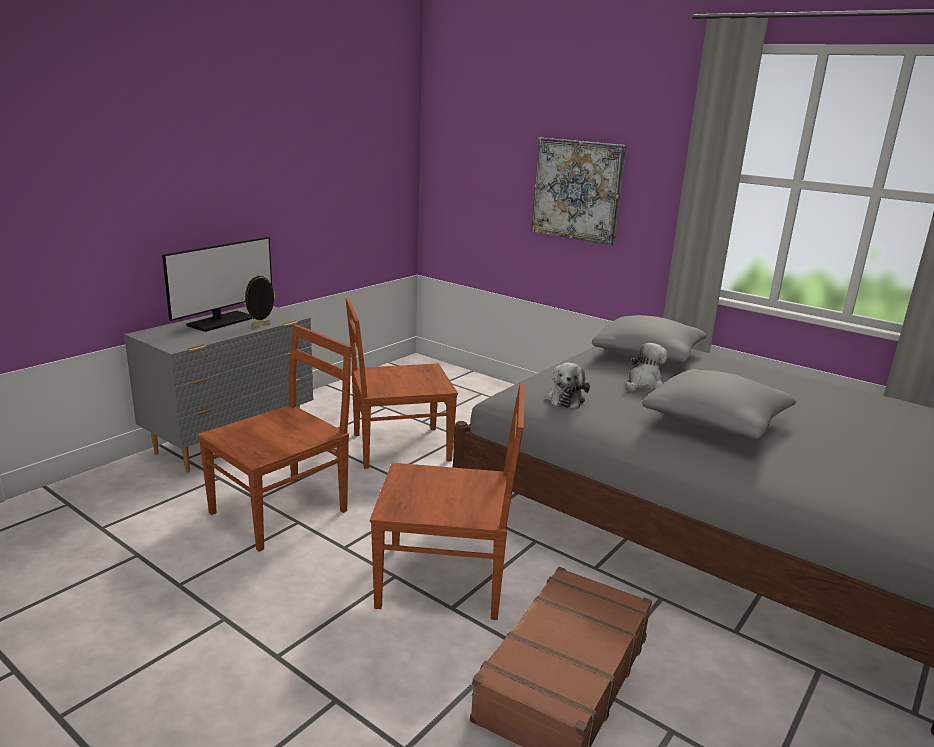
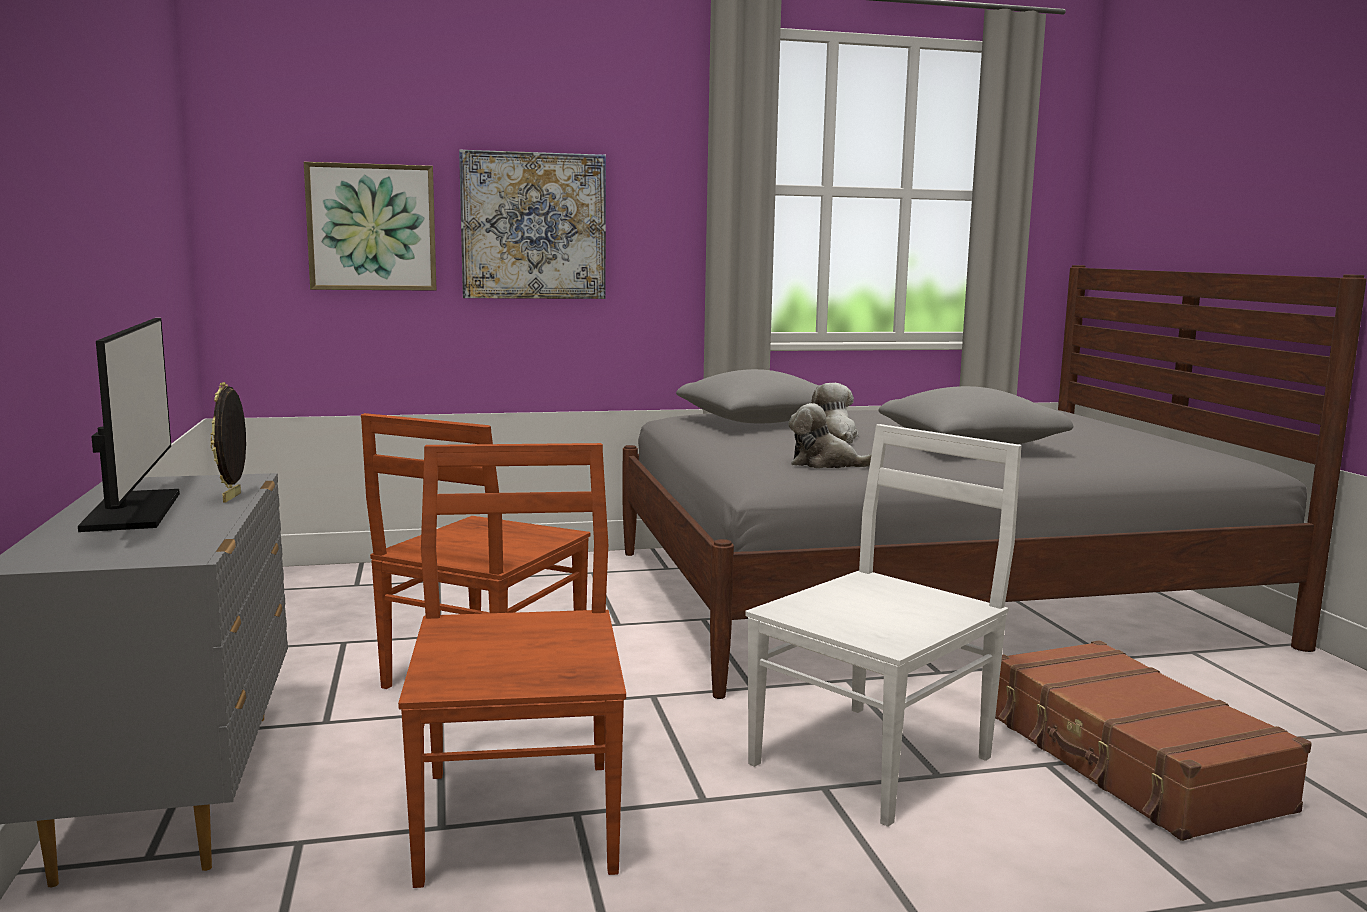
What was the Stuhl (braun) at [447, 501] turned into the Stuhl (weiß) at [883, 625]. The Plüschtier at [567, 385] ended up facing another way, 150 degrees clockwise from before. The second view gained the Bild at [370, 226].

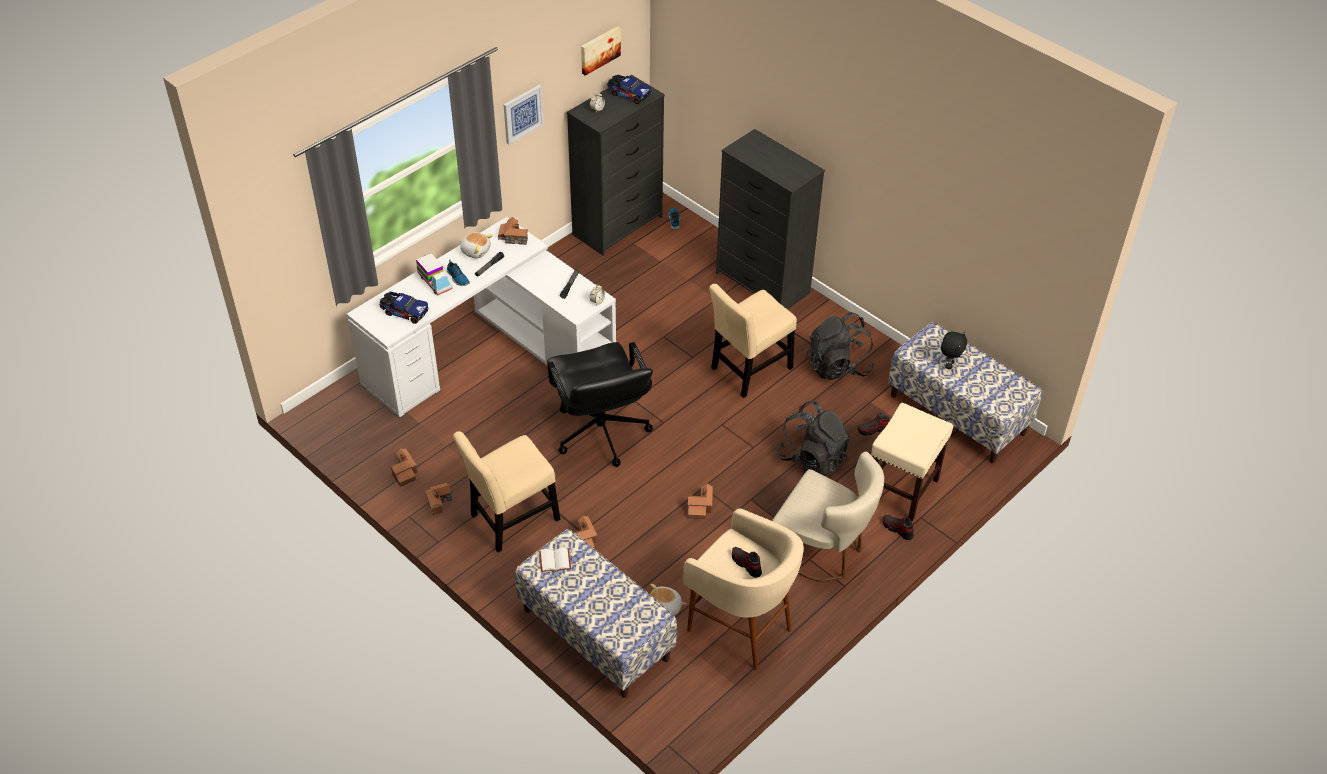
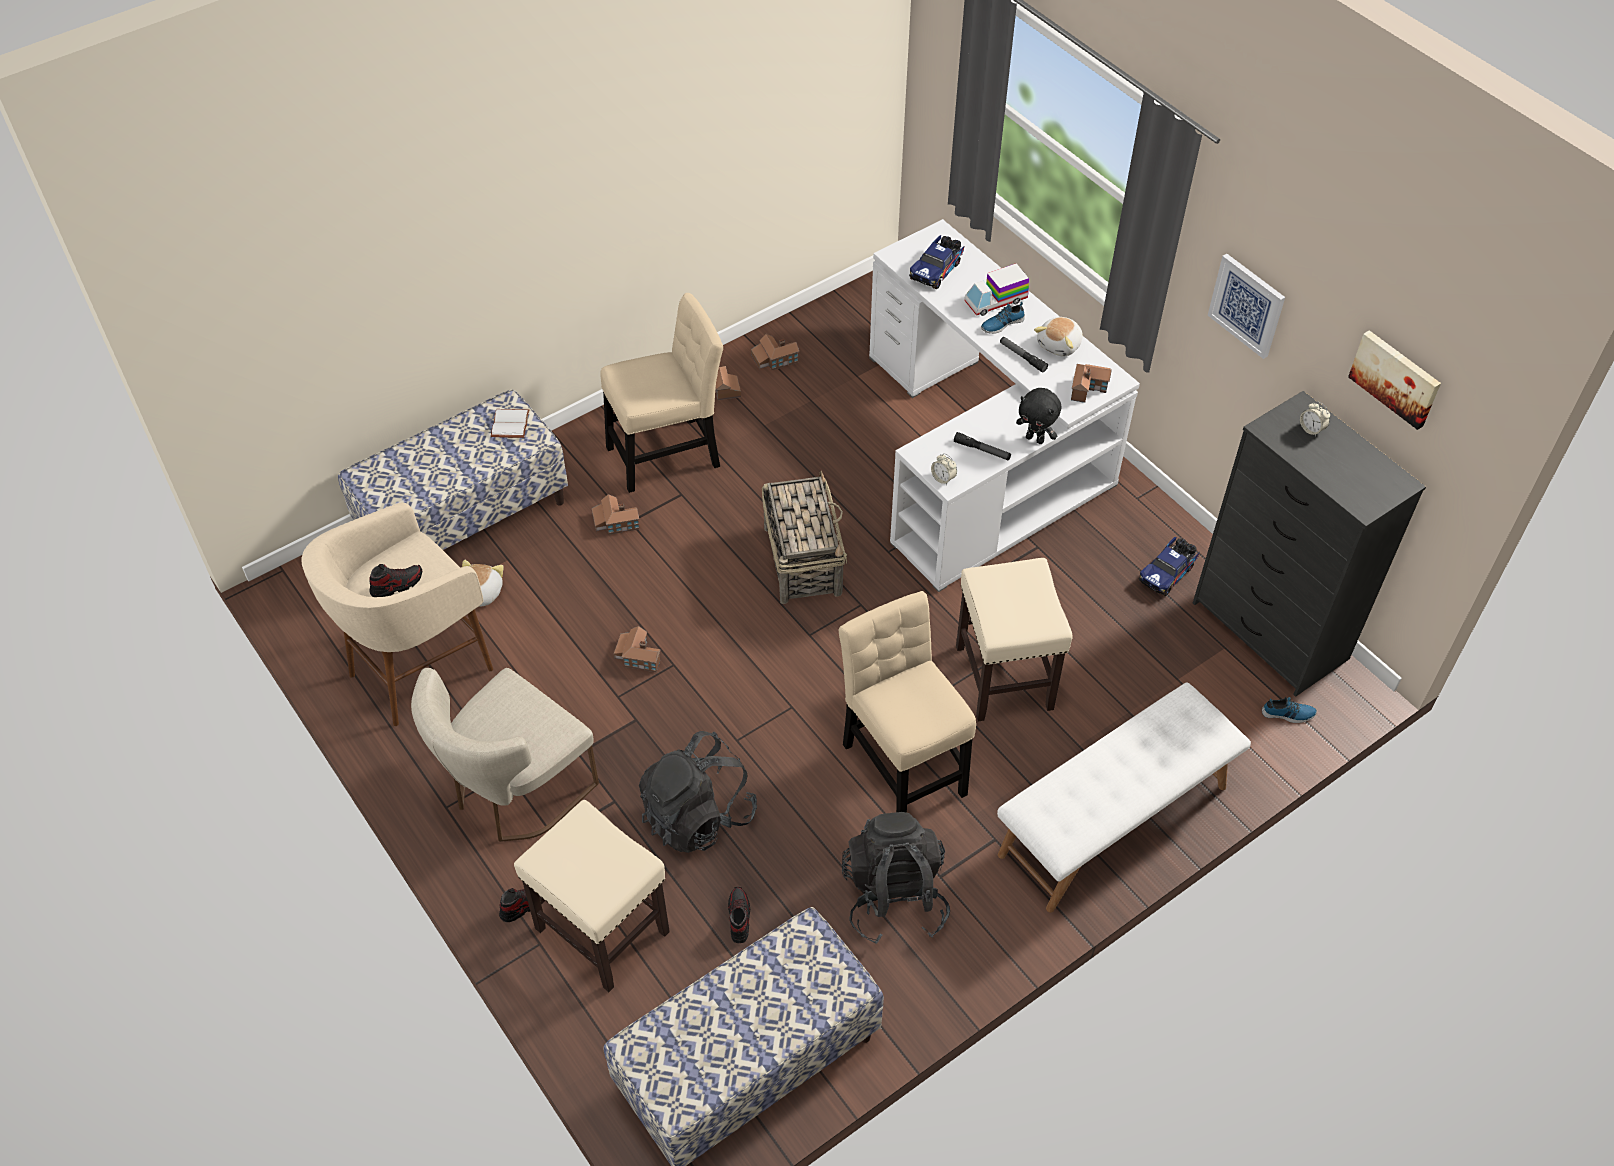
The Stuhl (beige) at [506, 491] ended up facing another way, 90 degrees clockwise from before. Where the Bürostuhl (schwarz) stood at [600, 404], the Korb came to stand at [804, 537]. The Spielzeuglaster ended up elsewhere, having gone from [629, 89] to [1169, 566]. Where the Kommode (schwarz) stood at [770, 219], the Bank (weiß) came to stand at [1124, 797]. The Plüschtier (schwarz) ended up elsewhere, having gone from [954, 350] to [1038, 416]. The second view gained the Hocker (beige) at [1014, 639].

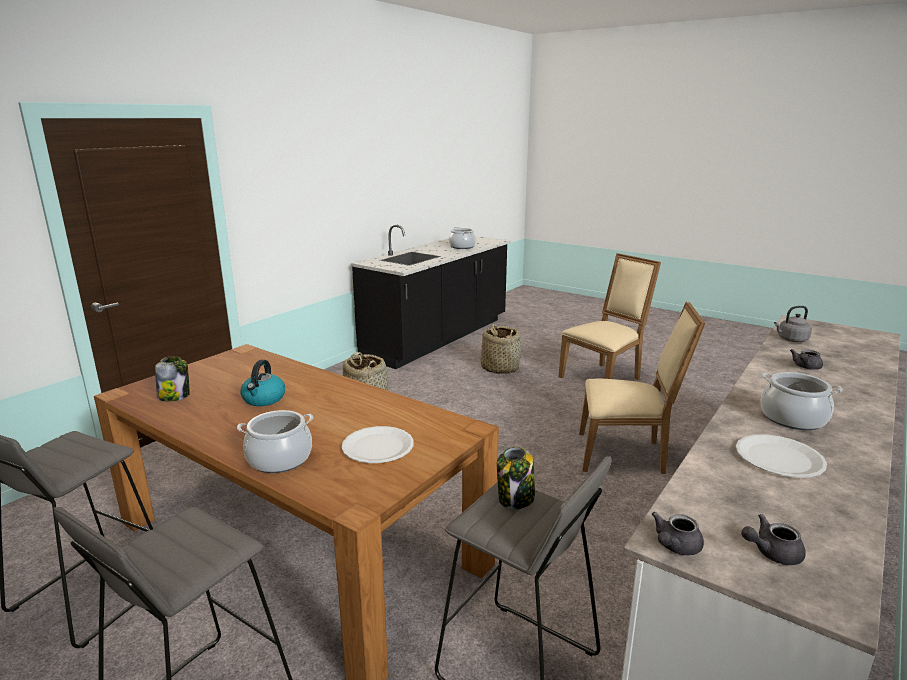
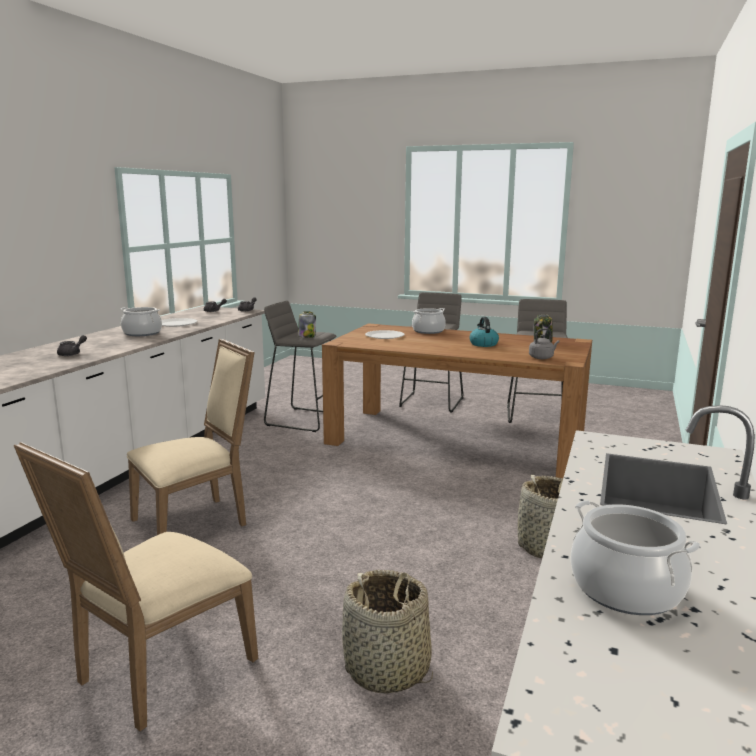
The Stuhl (beige) at [642, 387] ended up facing another way, 150 degrees clockwise from before. The Wasserkessel (grau) ended up elsewhere, having gone from [793, 324] to [544, 343].

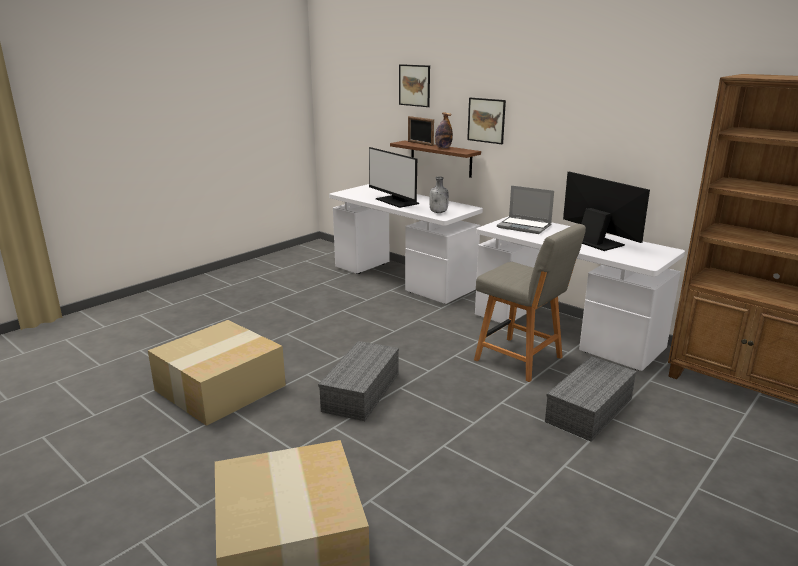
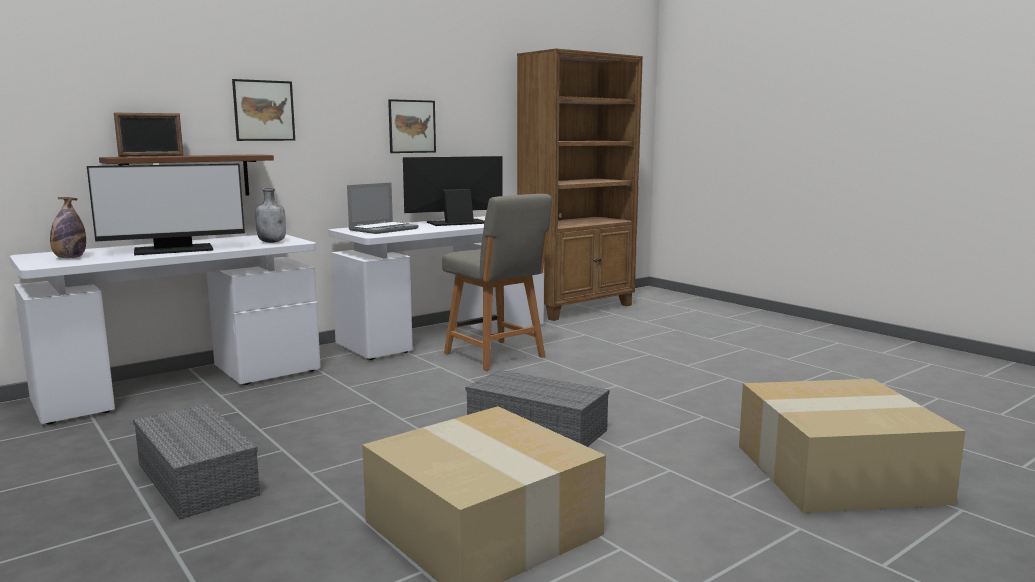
The Bild ended up elsewhere, having gone from [414, 85] to [412, 126]. The Flasche ended up elsewhere, having gone from [444, 131] to [68, 227]. The Stuhl (grau) at [530, 303] ended up facing another way, 90 degrees clockwise from before. The Aufbewahrungsbox (grau) ended up elsewhere, having gone from [591, 399] to [196, 461].

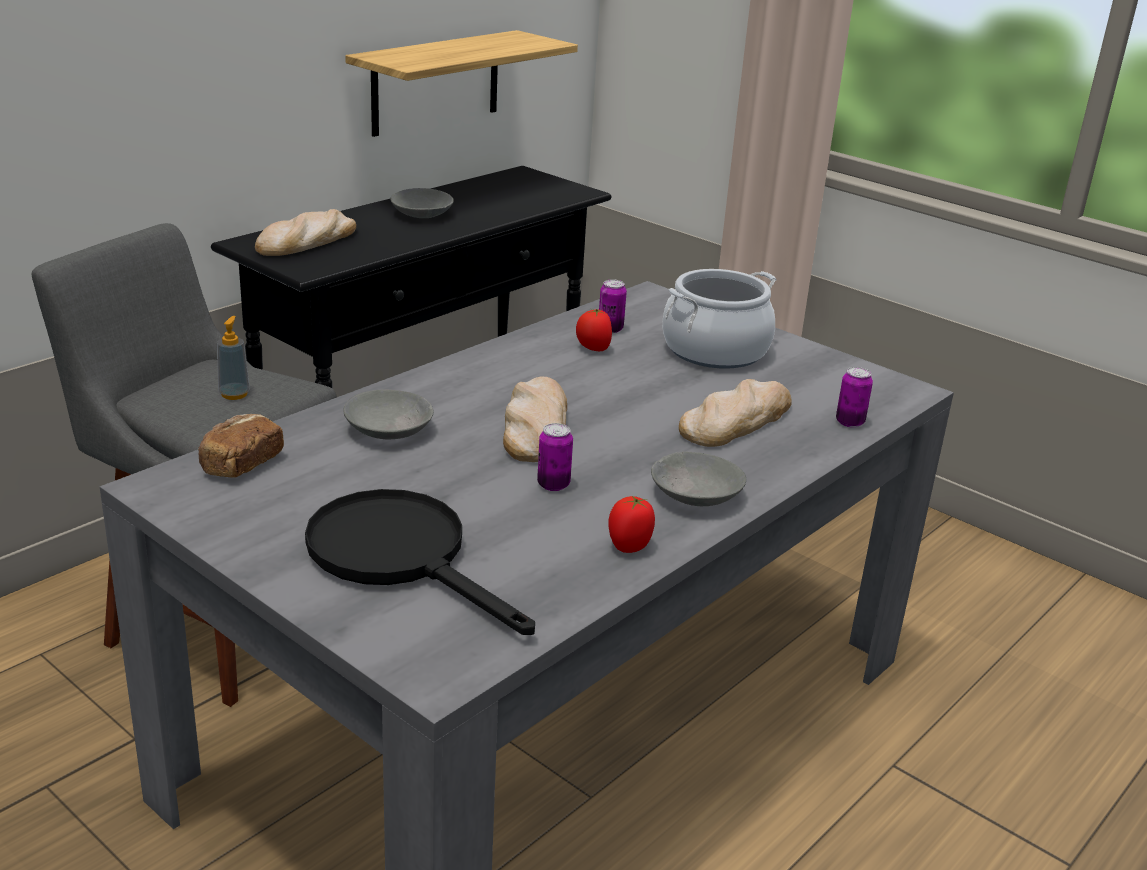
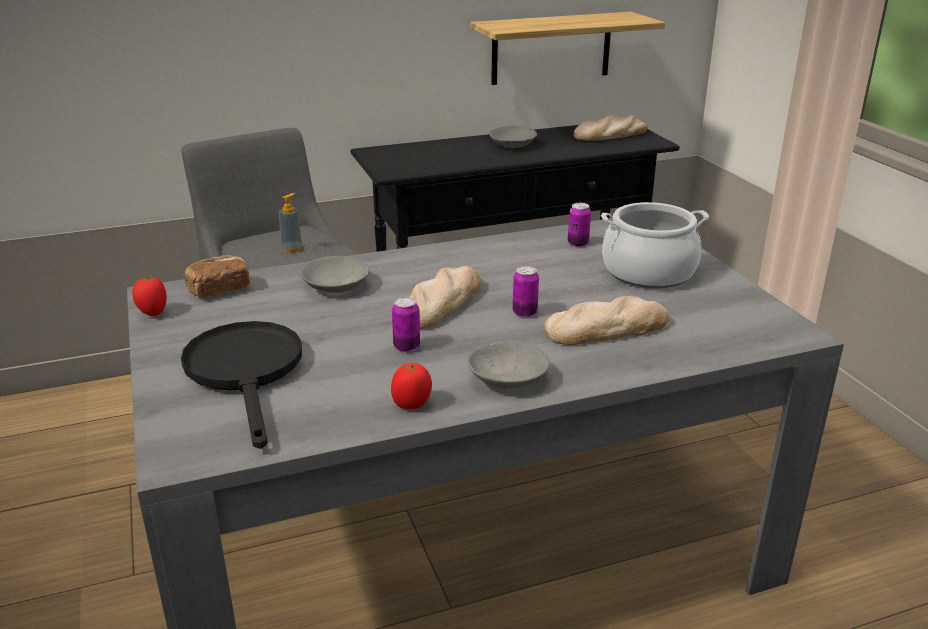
The Brot ended up elsewhere, having gone from [305, 232] to [610, 128]. The Tomate ended up elsewhere, having gone from [594, 330] to [149, 296]. The Dose ended up elsewhere, having gone from [854, 397] to [526, 291].

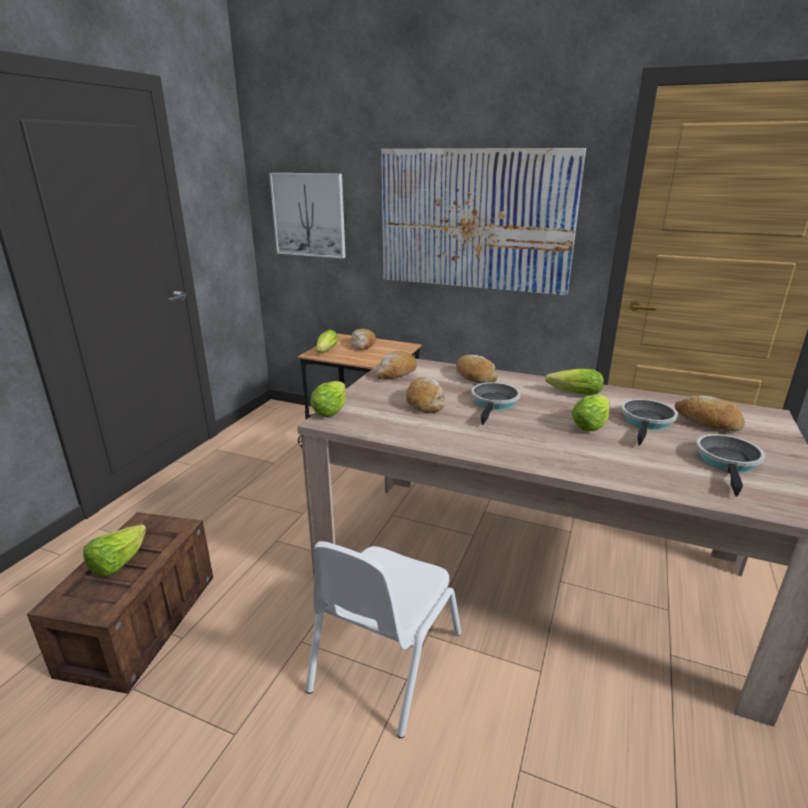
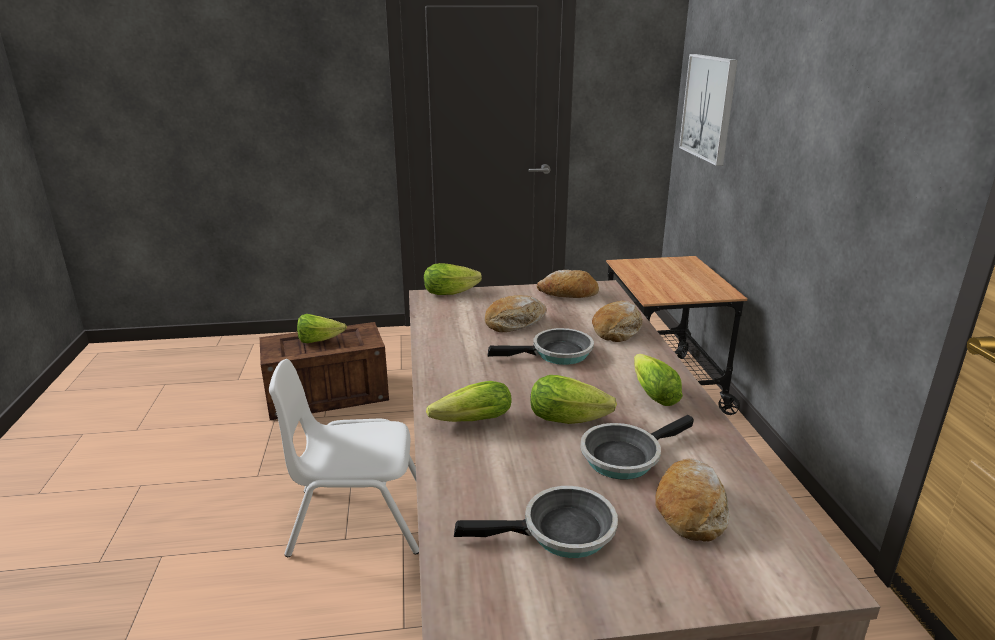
The Salatkopf ended up elsewhere, having gone from [327, 341] to [468, 401]. The second view lost the Brot at [363, 339]. The second view lost the Bild at [483, 221]. The Pfanne at [649, 422] ended up facing another way, 150 degrees clockwise from before.

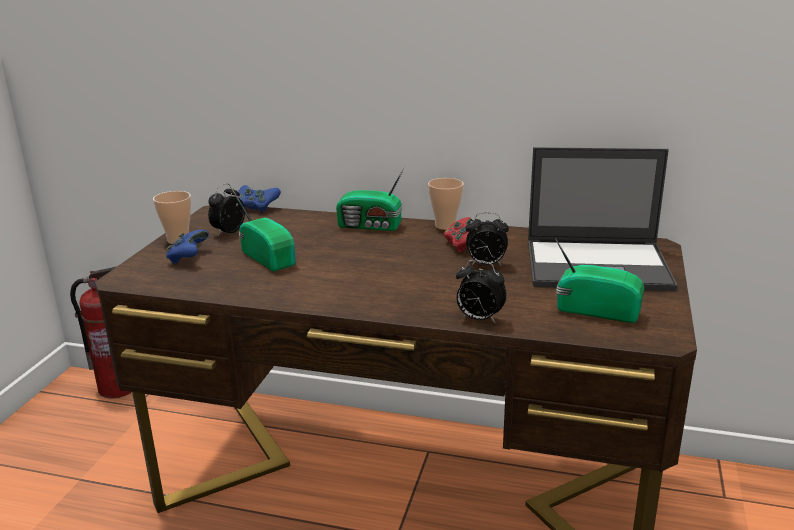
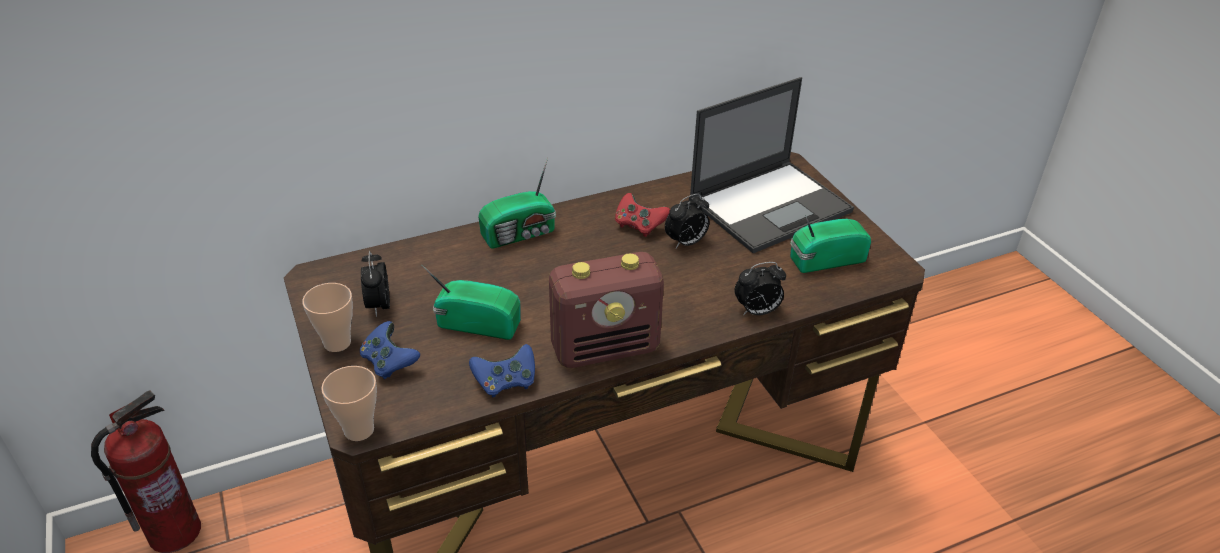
The Gamepad (blau) ended up elsewhere, having gone from [259, 199] to [502, 370]. The Tasse ended up elsewhere, having gone from [446, 204] to [349, 403]. The second view gained the Radio at [606, 310].

